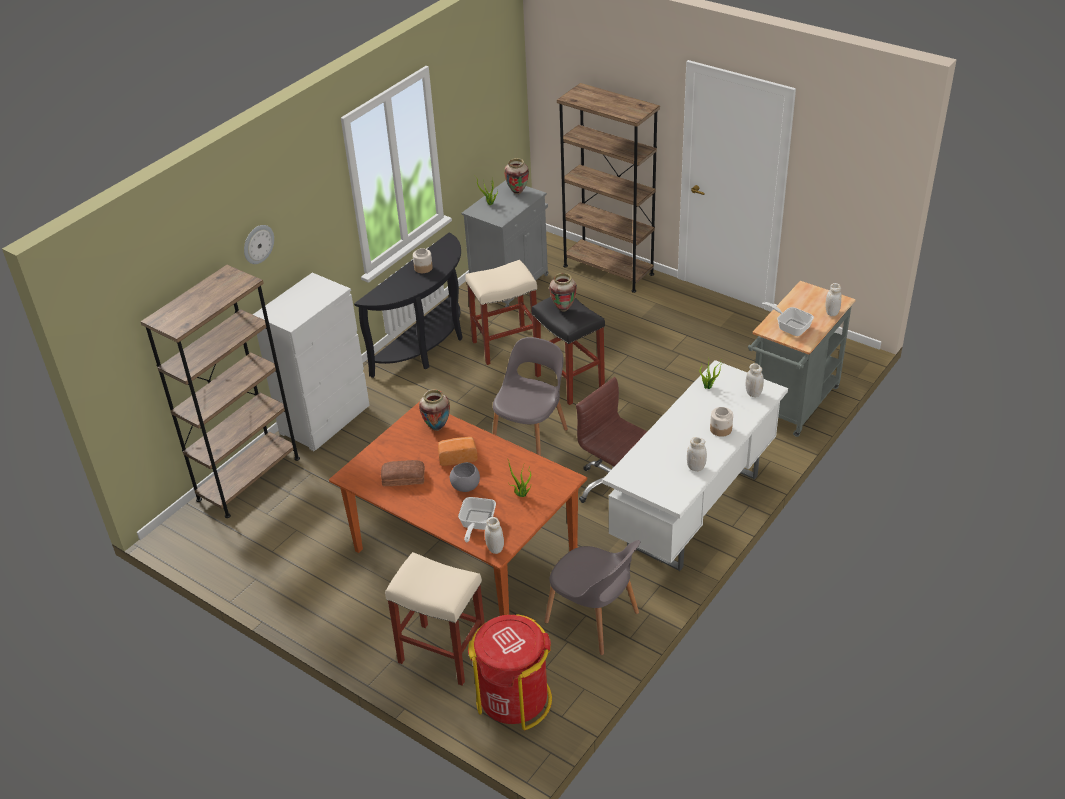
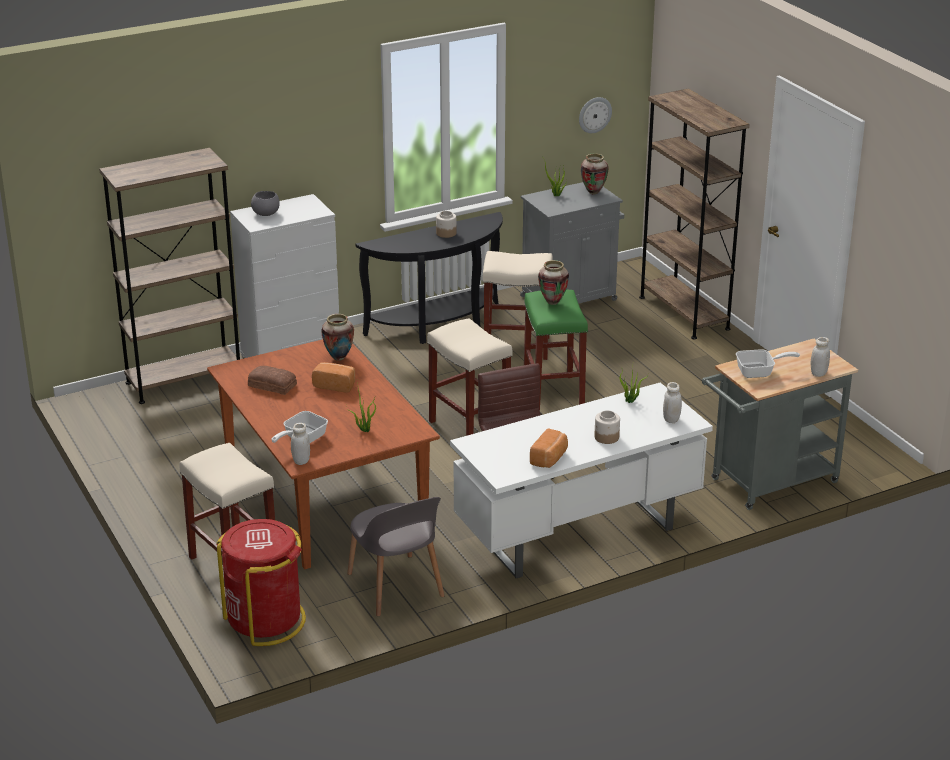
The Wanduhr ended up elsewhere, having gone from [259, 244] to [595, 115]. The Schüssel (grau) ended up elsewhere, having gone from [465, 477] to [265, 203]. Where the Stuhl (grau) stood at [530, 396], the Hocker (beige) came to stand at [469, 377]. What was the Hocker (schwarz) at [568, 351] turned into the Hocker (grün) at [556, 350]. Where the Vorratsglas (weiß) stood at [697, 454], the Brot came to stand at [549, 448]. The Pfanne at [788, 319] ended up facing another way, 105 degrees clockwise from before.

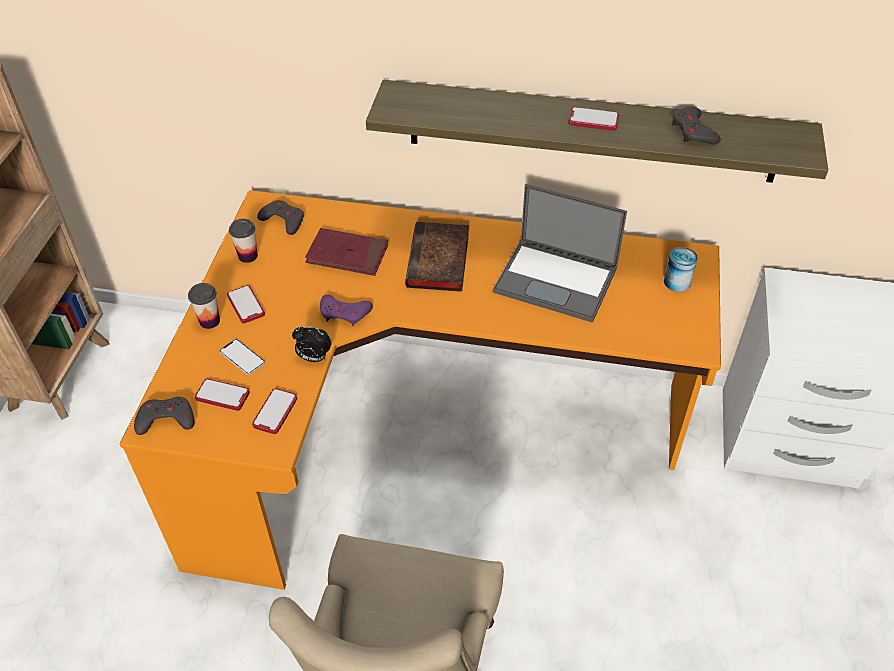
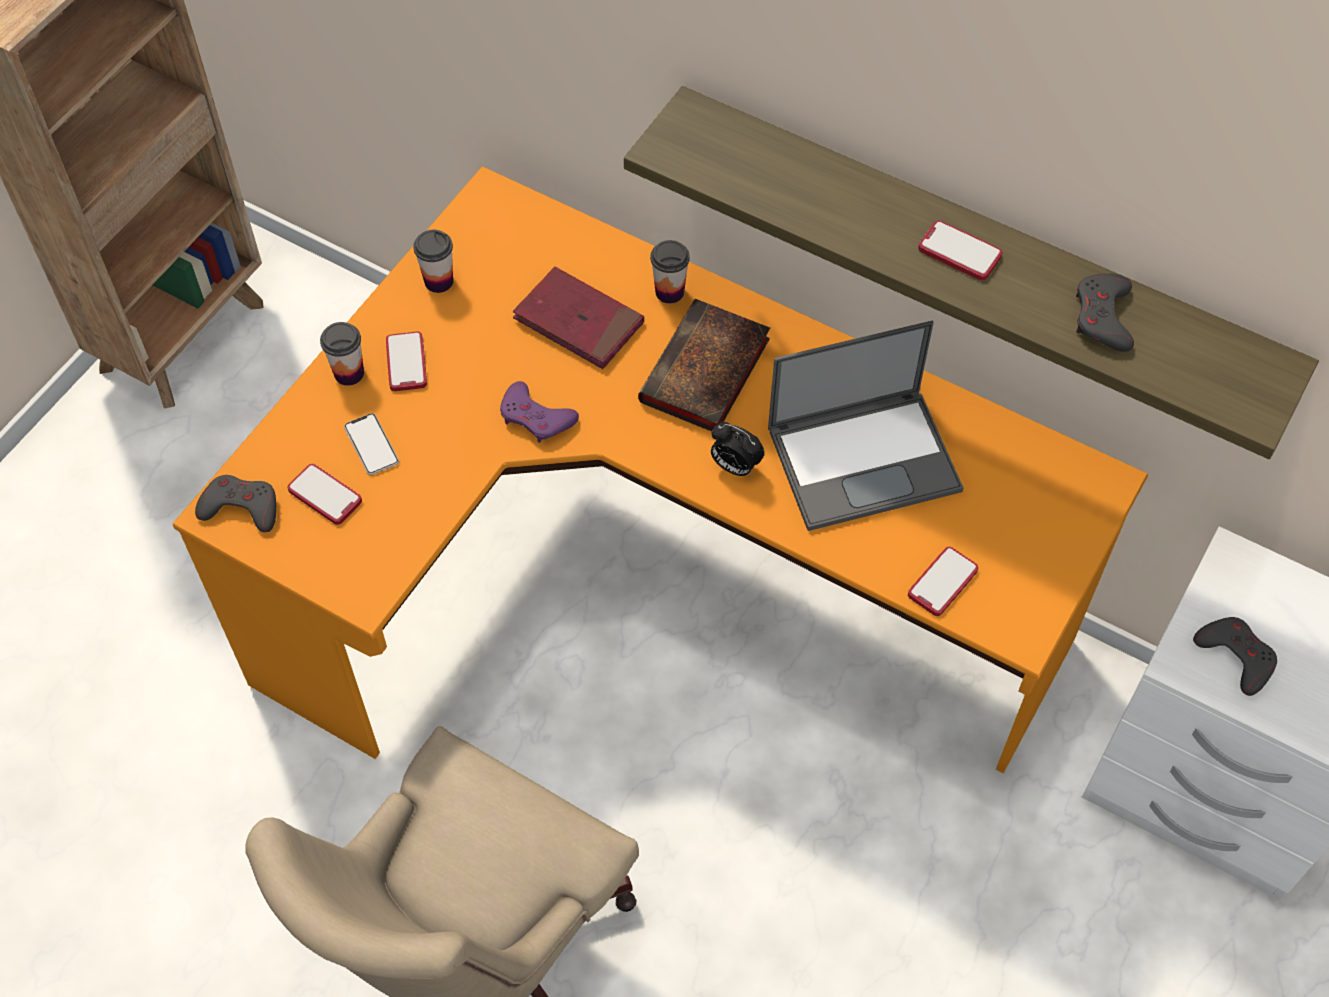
The Handy ended up elsewhere, having gone from [274, 411] to [943, 581]. The Gamepad (grau) ended up elsewhere, having gone from [280, 217] to [1235, 656]. The Wecker ended up elsewhere, having gone from [311, 344] to [738, 449]. The Laptop at [560, 253] ended up facing another way, 60 degrees counterclockwise from before. The second view lost the Dose at [681, 269]. The second view gained the Tasse at [670, 271].

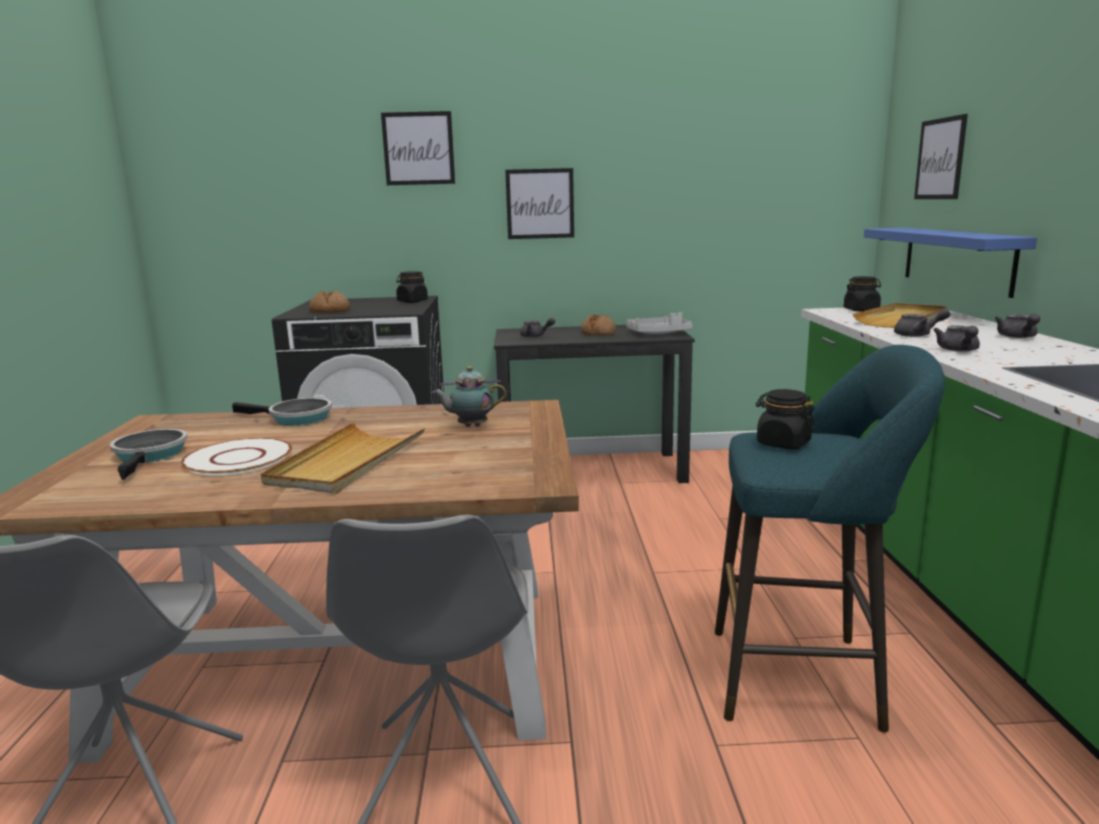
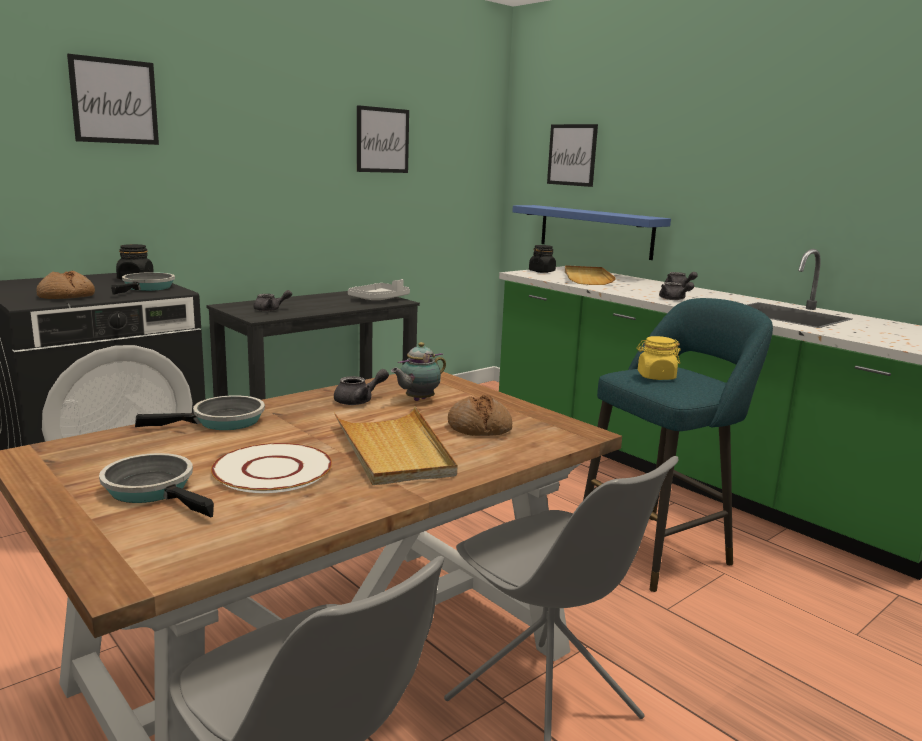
The Bild ended up elsewhere, having gone from [539, 203] to [383, 139]. The Brot ended up elsewhere, having gone from [598, 325] to [480, 415]. What was the Vorratsglas (schwarz) at [785, 419] turned into the Vorratsglas (gelb) at [659, 358]. The Teekanne (grau) ended up elsewhere, having gone from [922, 323] to [361, 387]. The second view gained the Pfanne at [143, 283].

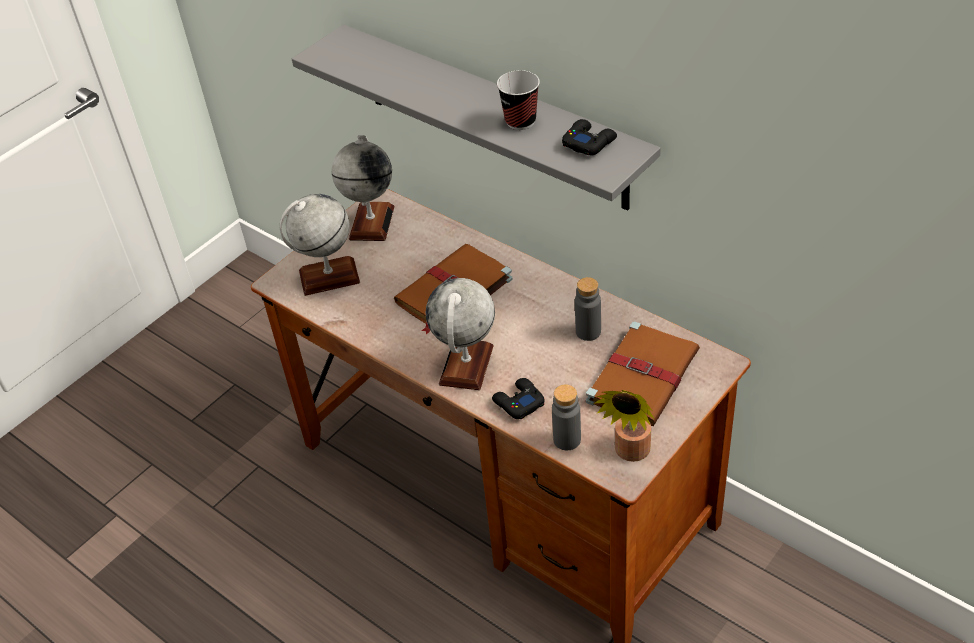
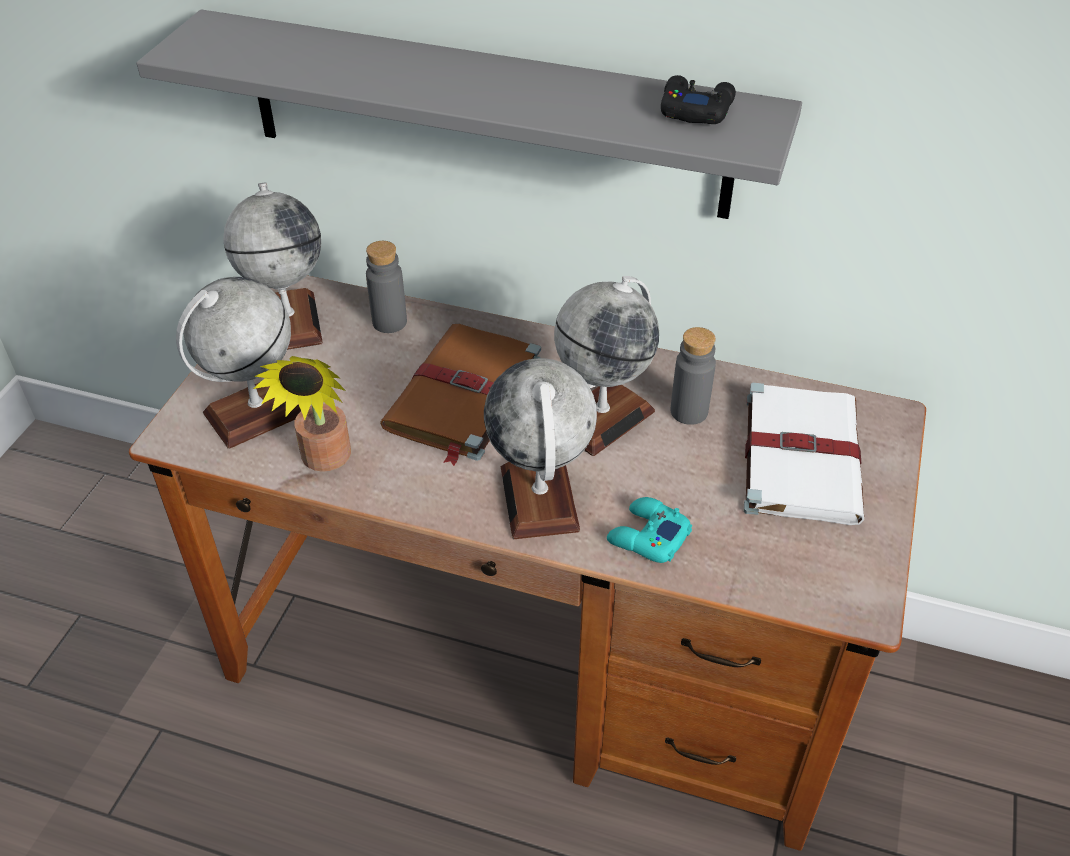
What was the Gamepad (schwarz) at [518, 398] turned into the Gamepad (türkis) at [649, 530]. The second view lost the Tasse at [518, 100]. The Flasche (grau) ended up elsewhere, having gone from [566, 417] to [386, 287]. What was the Buch (braun) at [643, 373] turned into the Buch (weiß) at [804, 454]. The Topfpflanze ended up elsewhere, having gone from [623, 426] to [302, 414]. The second view gained the Globus at [606, 366].

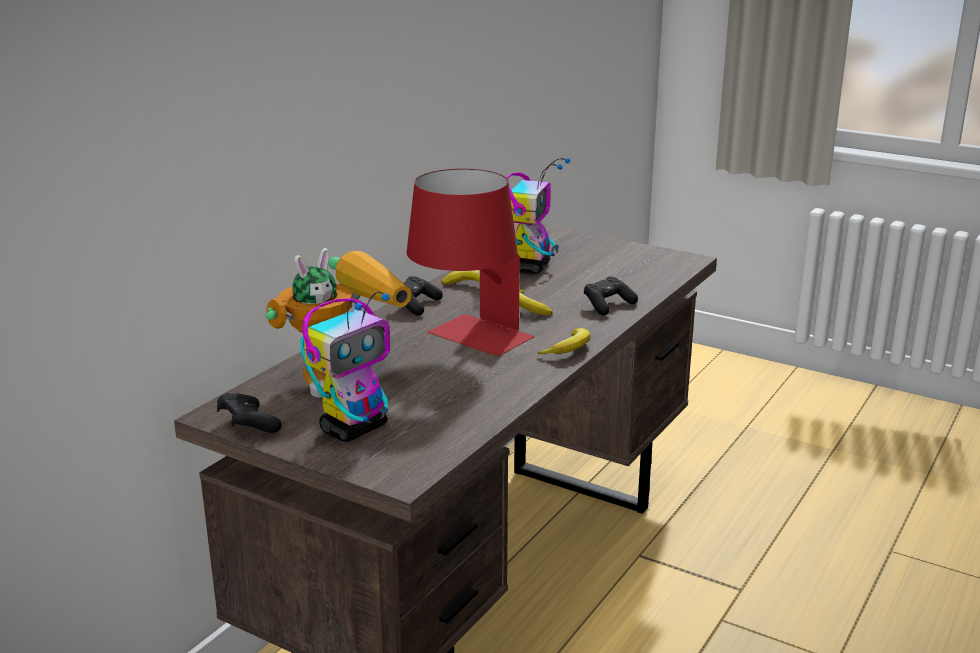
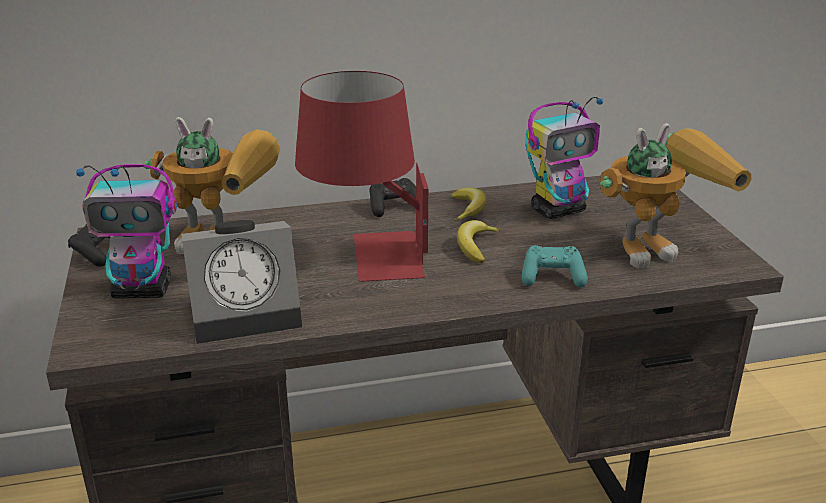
The second view lost the Banane at [563, 341]. What was the Gamepad (schwarz) at [611, 295] turned into the Gamepad (türkis) at [555, 266]. The second view gained the Wecker at [241, 282]. The second view gained the Spielzeugroboter at [675, 195].

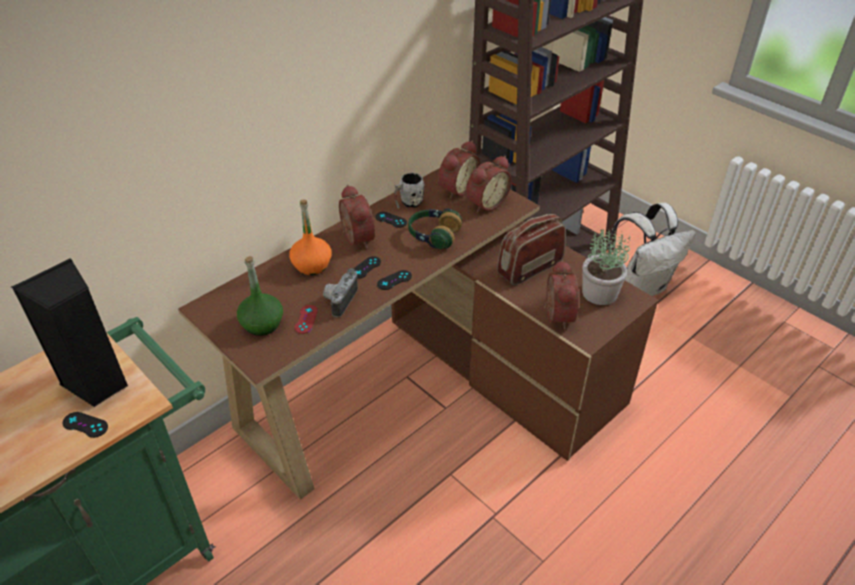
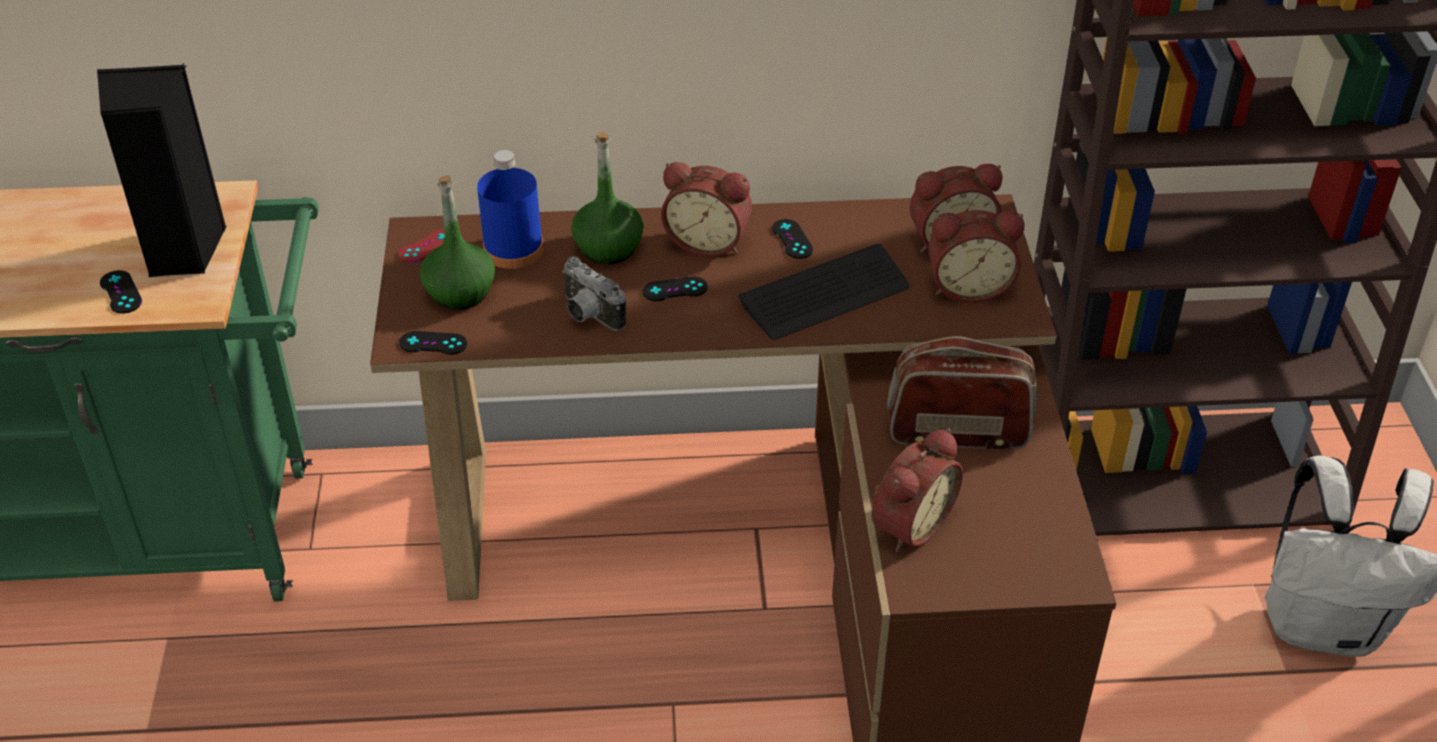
What was the Flasche (orange) at [310, 237] turned into the Flasche (grün) at [607, 198]. The Gamepad (rot) ended up elsewhere, having gone from [306, 319] to [421, 246]. The Kamera at [340, 292] ended up facing another way, 105 degrees counterclockwise from before. The Wecker at [357, 217] ended up facing another way, 90 degrees clockwise from before. The Gamepad (schwarz) ended up elsewhere, having gone from [394, 280] to [433, 343]. The second view lost the Henkelbecher (grau) at [409, 191]. Where the Kopfhörer stood at [435, 228], the Tastatur came to stand at [823, 292]. The second view lost the Topfpflanze at [606, 267]. The second view gained the Flasche (blau) at [510, 209].

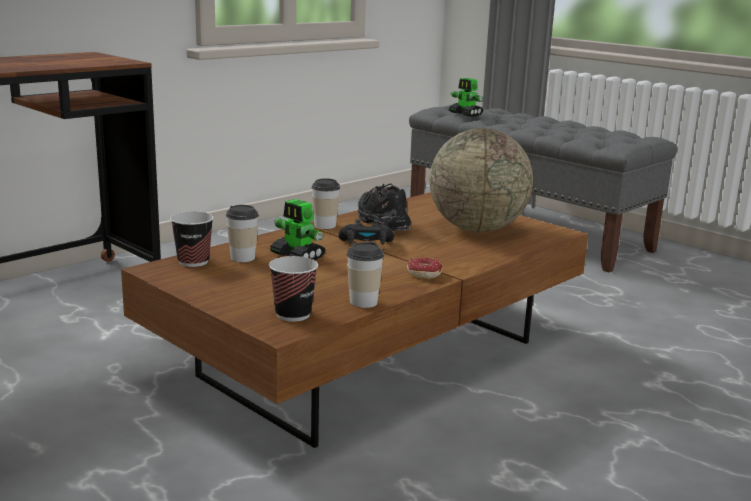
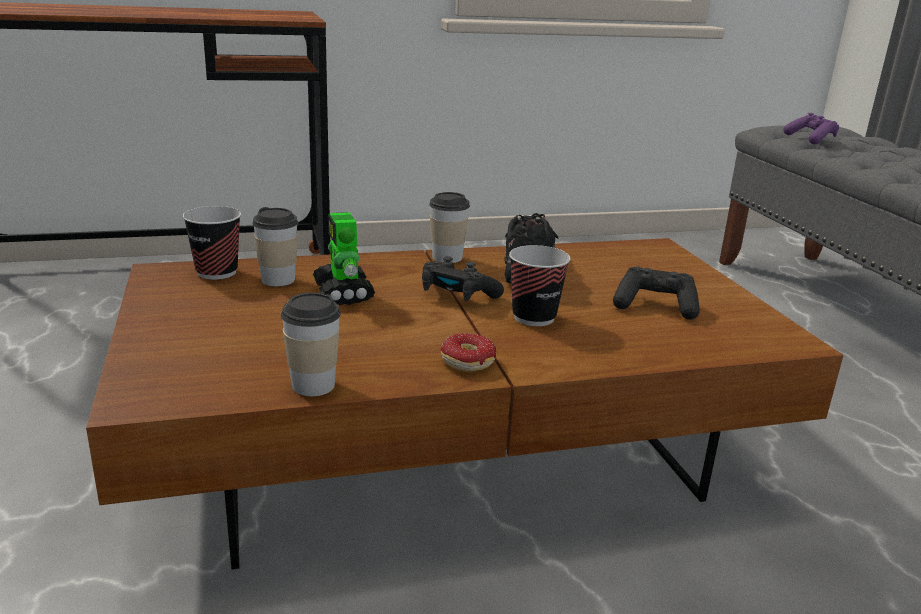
The Tasse ended up elsewhere, having gone from [293, 289] to [540, 285]. Where the Globus stood at [481, 180], the Gamepad (schwarz) came to stand at [656, 293]. Where the Spielzeugroboter stood at [466, 97], the Gamepad (lila) came to stand at [811, 128].

